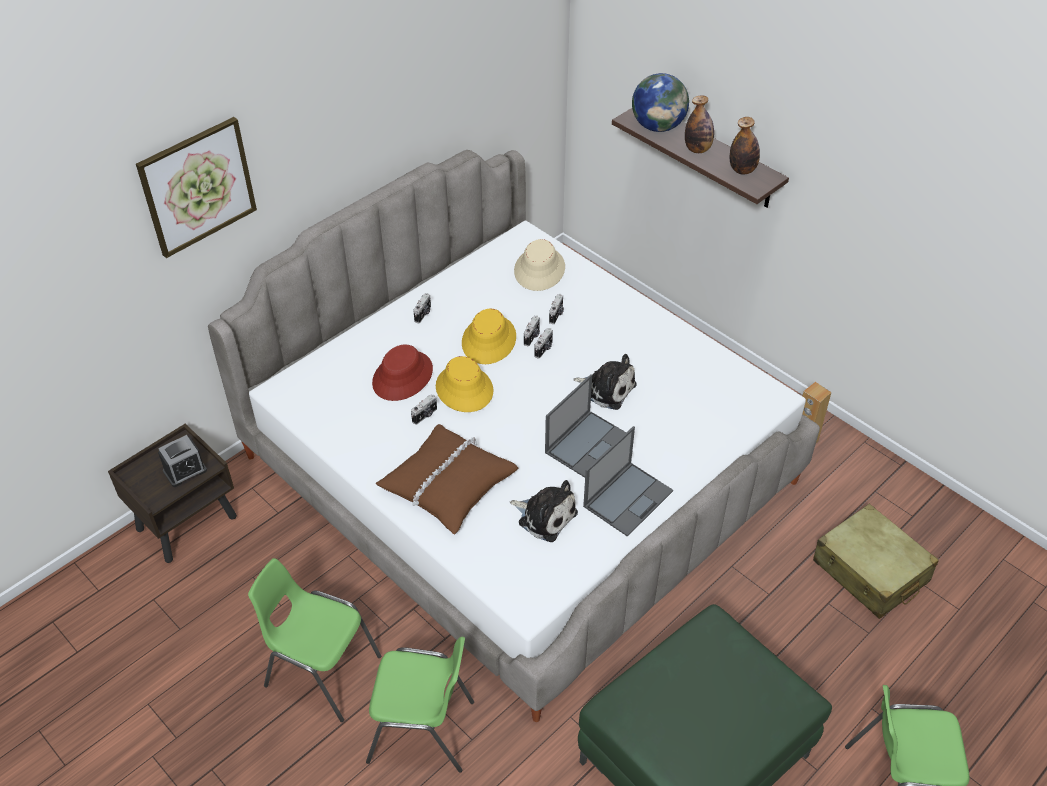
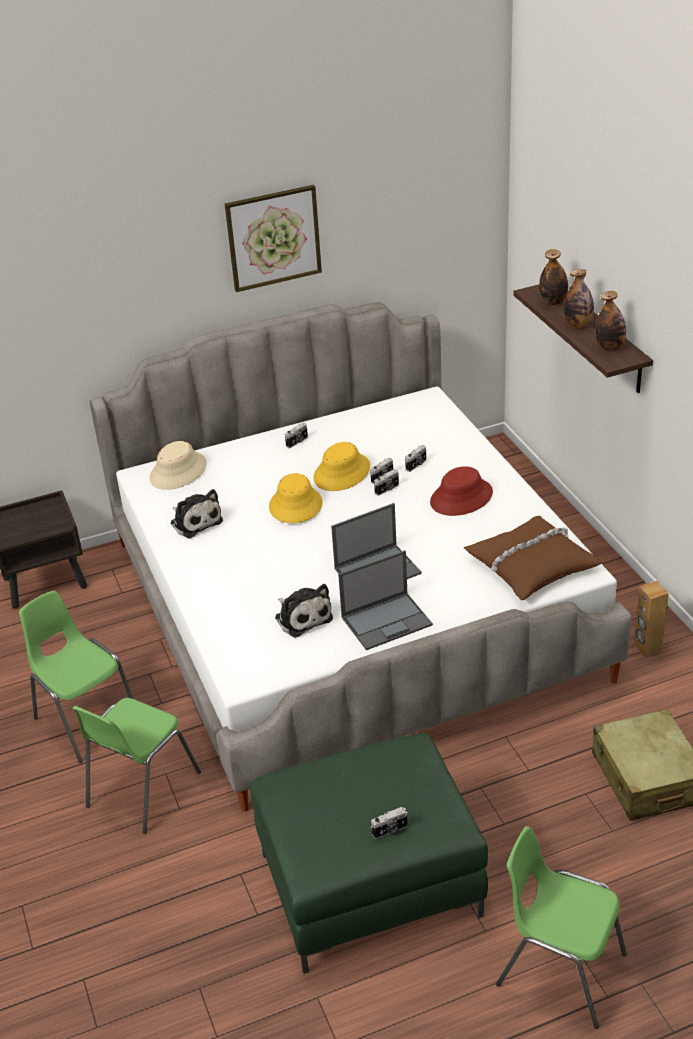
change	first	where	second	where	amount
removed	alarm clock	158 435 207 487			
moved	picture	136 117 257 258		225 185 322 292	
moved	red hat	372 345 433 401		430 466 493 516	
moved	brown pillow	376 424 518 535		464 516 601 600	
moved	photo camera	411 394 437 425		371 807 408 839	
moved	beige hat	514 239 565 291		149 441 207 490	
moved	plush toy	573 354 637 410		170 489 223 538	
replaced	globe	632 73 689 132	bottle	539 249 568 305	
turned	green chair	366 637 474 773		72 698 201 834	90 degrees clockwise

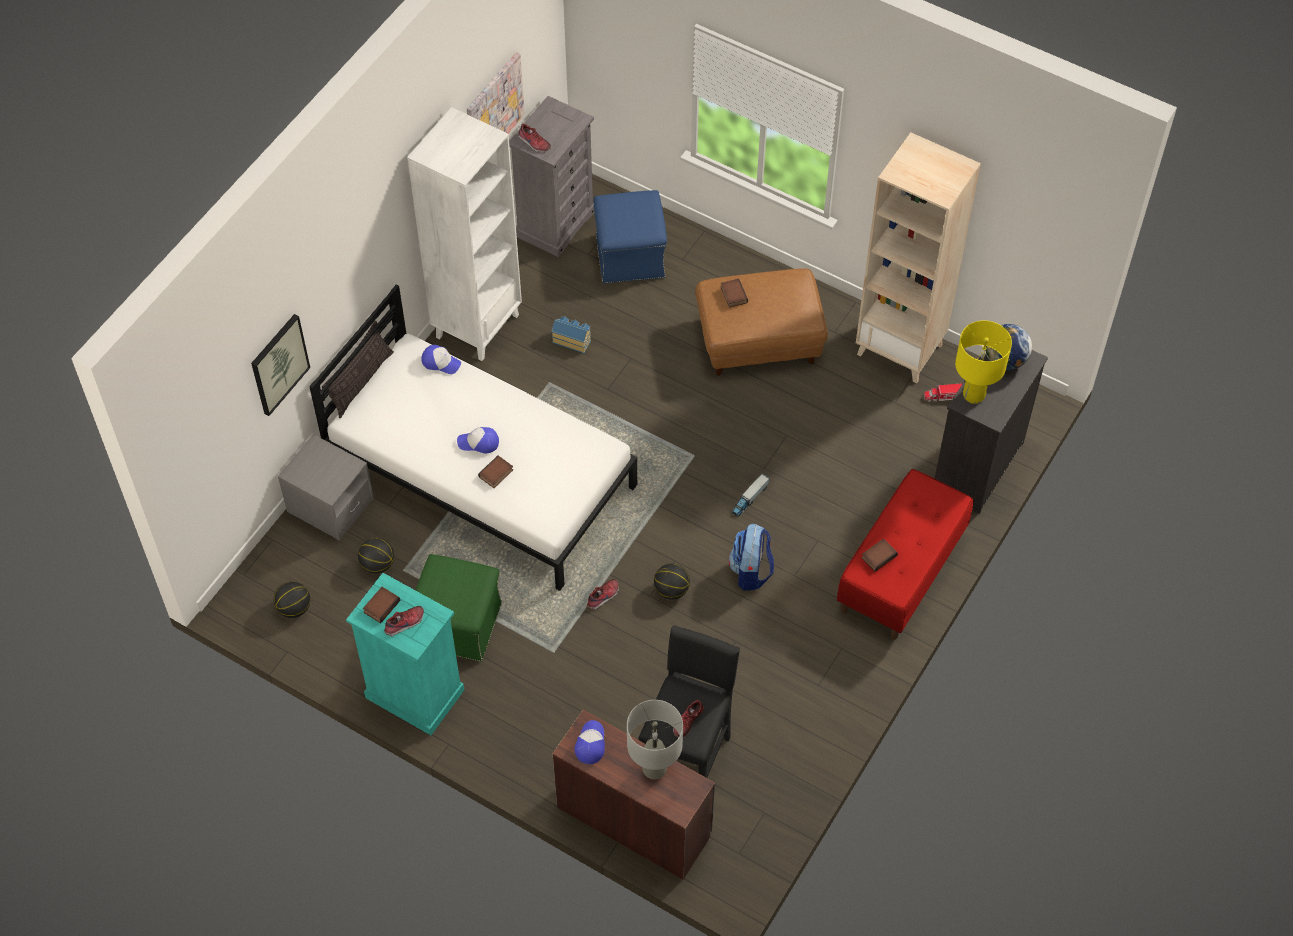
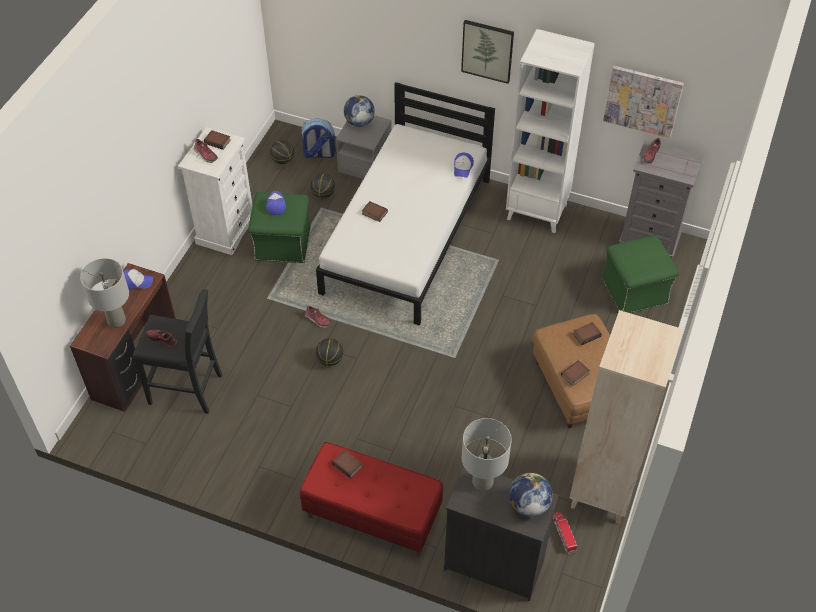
change	first	where	second	where	amount
removed	pillow	322 321 394 418			
removed	toy house	551 316 591 353			
removed	toy truck	731 474 770 517			
added			globe	344 95 375 127	
added			book	561 360 590 386	
moved	picture	251 314 310 416		461 20 514 84	
moved	cap	457 427 499 453		266 191 286 215	
moved	backpack	728 524 774 590		300 118 336 158	
recoloured	turquoise dresser	346 573 464 735	white dresser	178 127 253 255	
recoloured	blue ottoman	593 190 667 284	green ottoman	601 235 679 313	
recoloured	yellow table lamp	955 321 1012 404	grey table lamp	462 418 512 491	

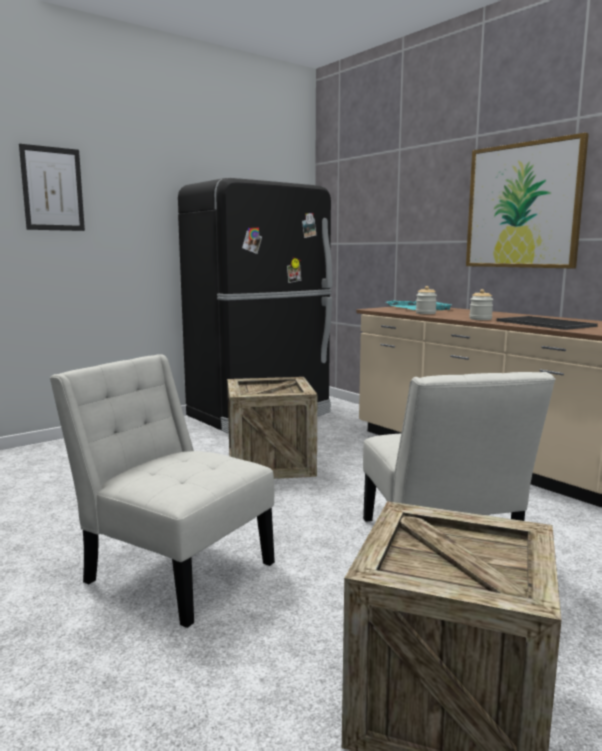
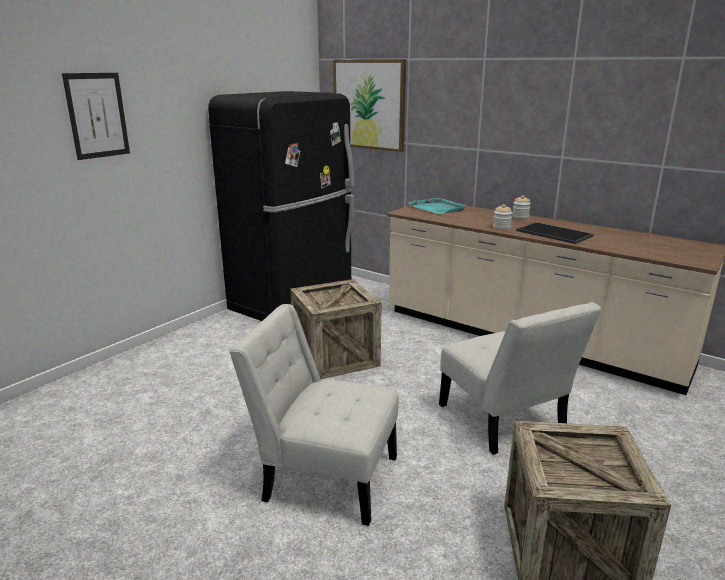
change	first	where	second	where	amount
moved	jar	416 286 437 314		512 195 531 220	
moved	picture	466 133 589 268		333 59 406 152	

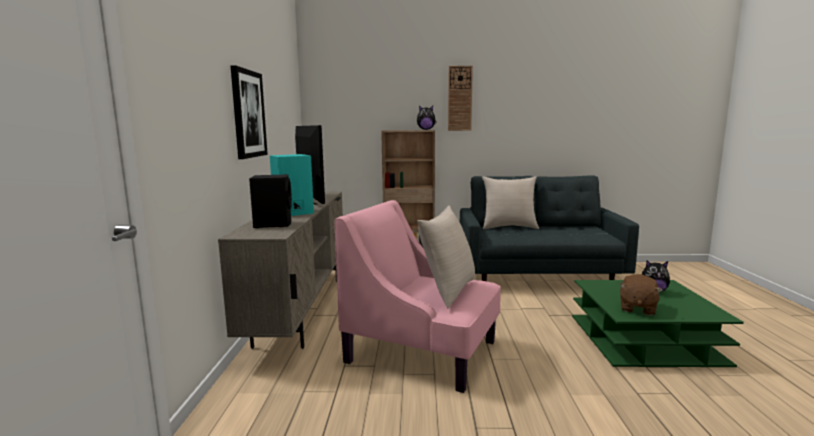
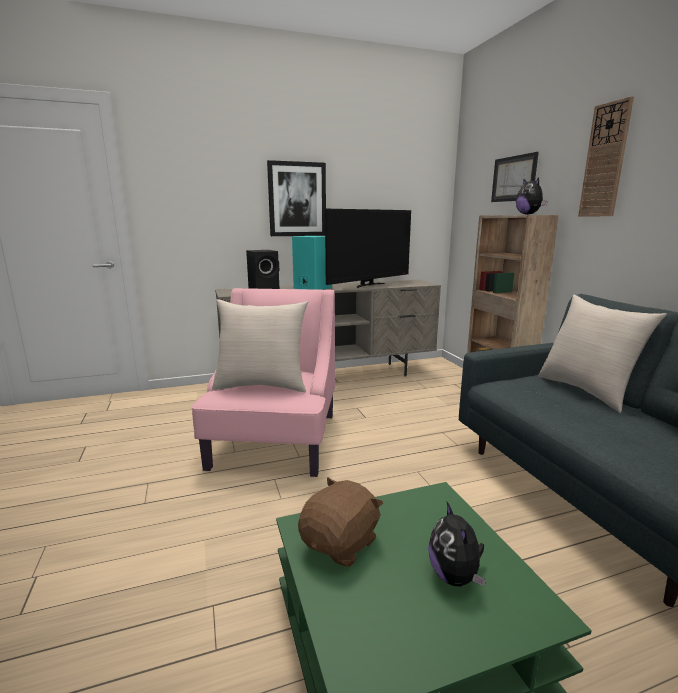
change	first	where	second	where	amount
added			picture	491 152 539 202	
turned	brown plush toy	619 274 663 316		298 478 384 567	120 degrees clockwise

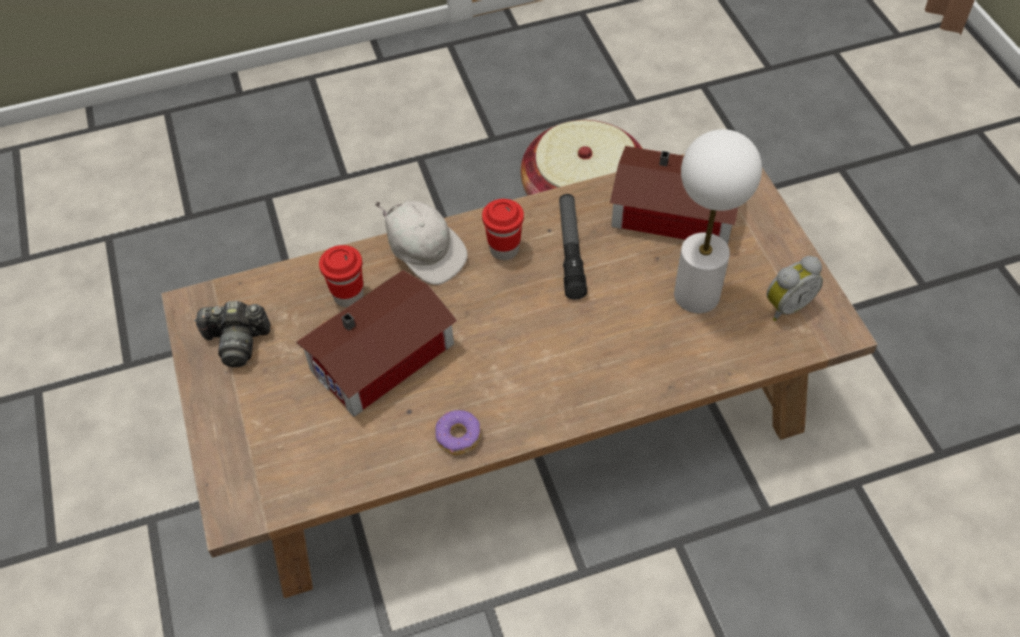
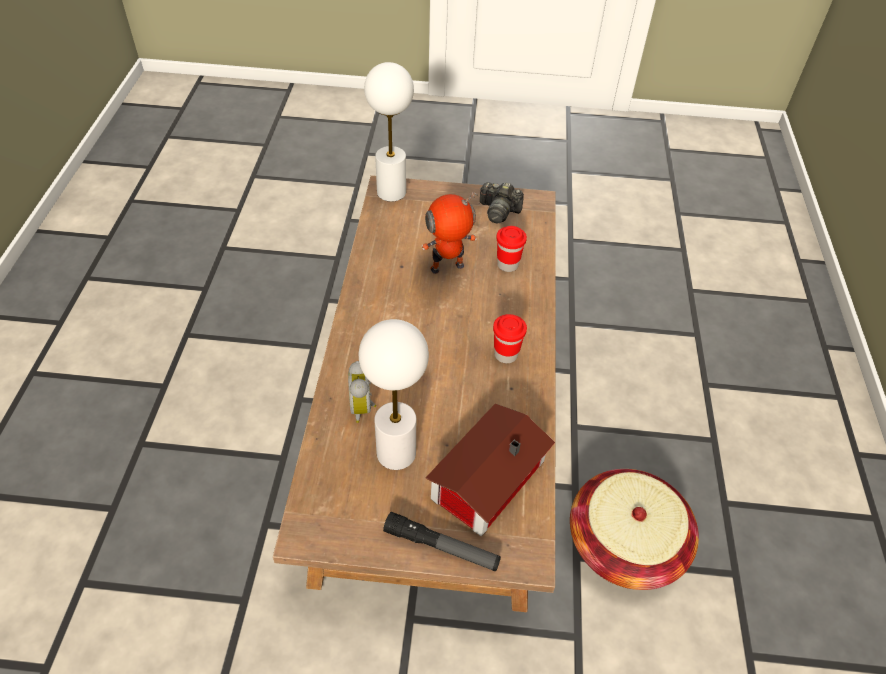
change	first	where	second	where	amount
removed	white cap	375 200 468 285			
removed	donut	435 410 481 455			
added			white table lamp	364 62 414 202	
moved	flashlight	559 194 587 300		383 512 501 571	
moved	alarm clock	767 256 823 321		348 361 376 423	
replaced	toy house	296 270 457 417	toy robot	422 192 478 274	
turned	photo camera	194 301 270 367		480 182 524 224	90 degrees counterclockwise

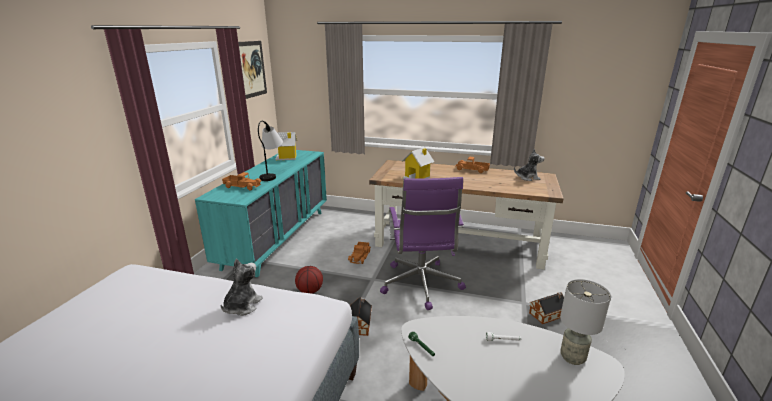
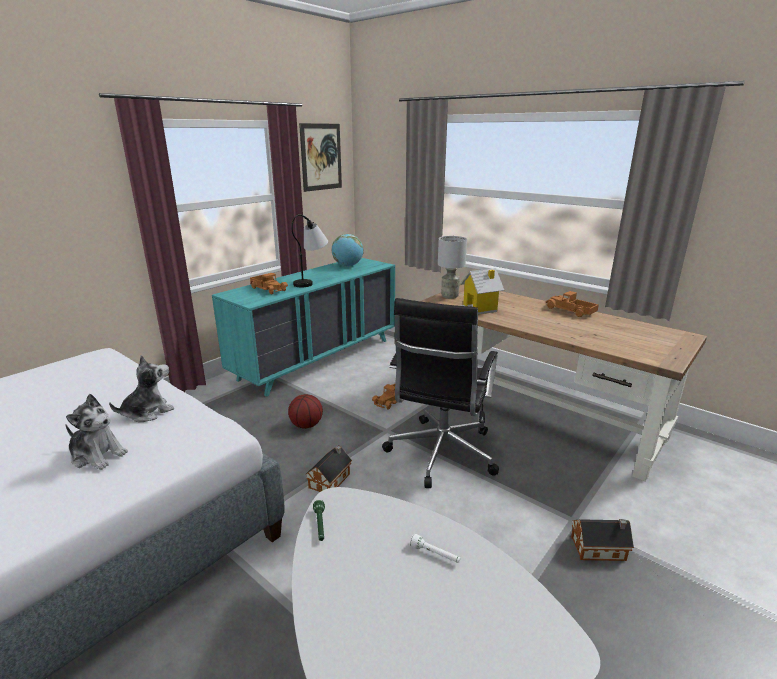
change	first	where	second	where	amount
moved	plush toy	514 149 545 181		65 394 128 470	
moved	grey table lamp	560 279 611 365		438 236 467 299	
replaced	toy house	276 132 297 160	globe	331 234 364 266	
recoloured	purple office chair	380 177 466 310	black office chair	382 298 499 488	

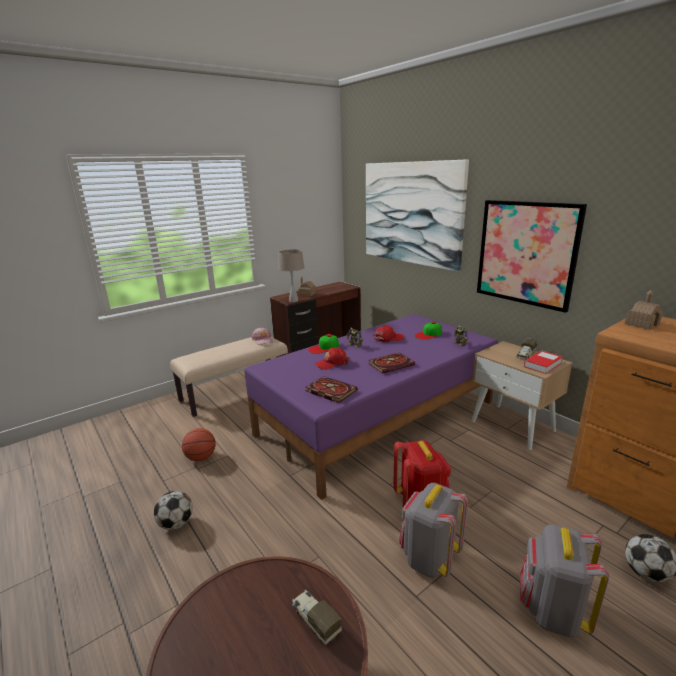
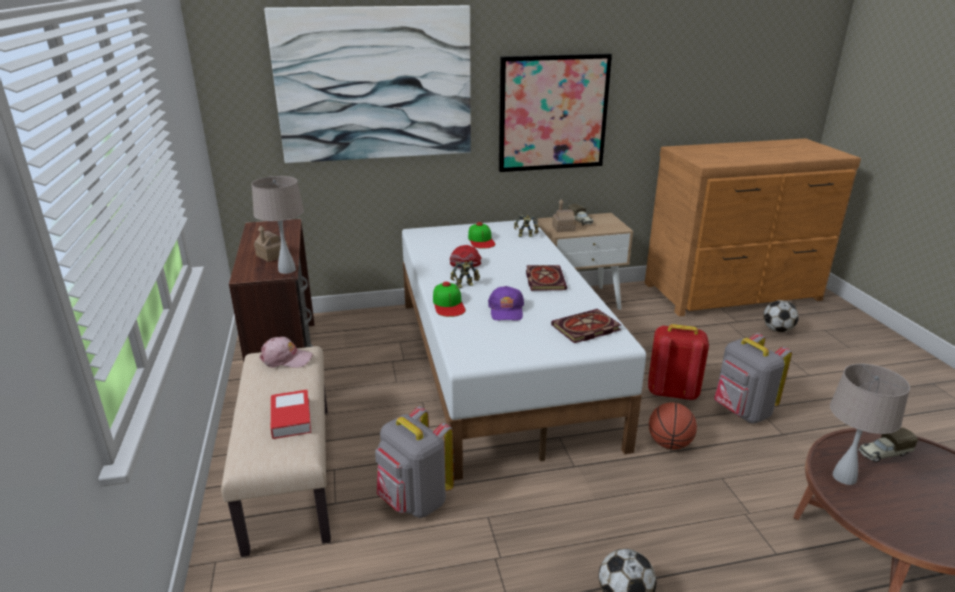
change	first	where	second	where	amount
added			beige table lamp	830 364 910 485	
moved	basketball	182 428 216 461		649 402 697 450	
moved	grey backpack	520 524 609 637		375 406 454 518	
moved	book	524 350 563 374		271 390 311 439	
moved	toy house	624 290 663 330		552 199 576 232	
recoloured	purple bed	245 314 498 500	white bed	402 220 646 480	
recoloured	red cap	315 347 349 370	purple cap	488 286 524 321	

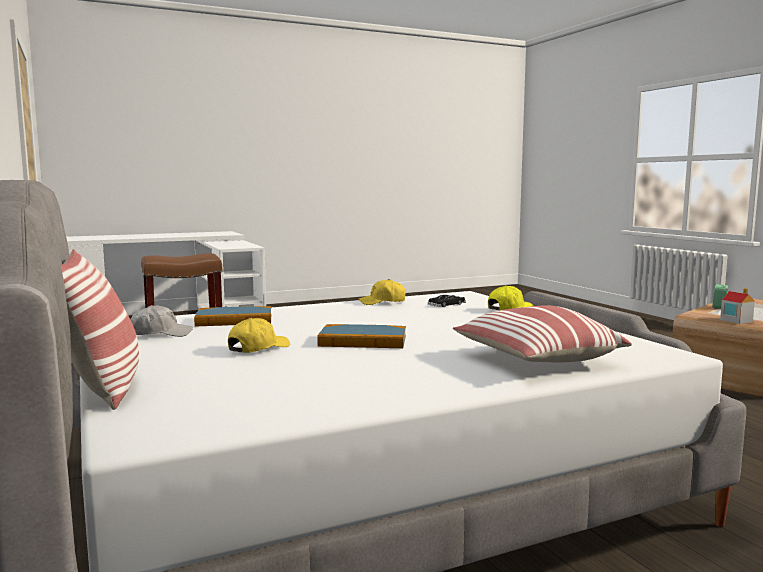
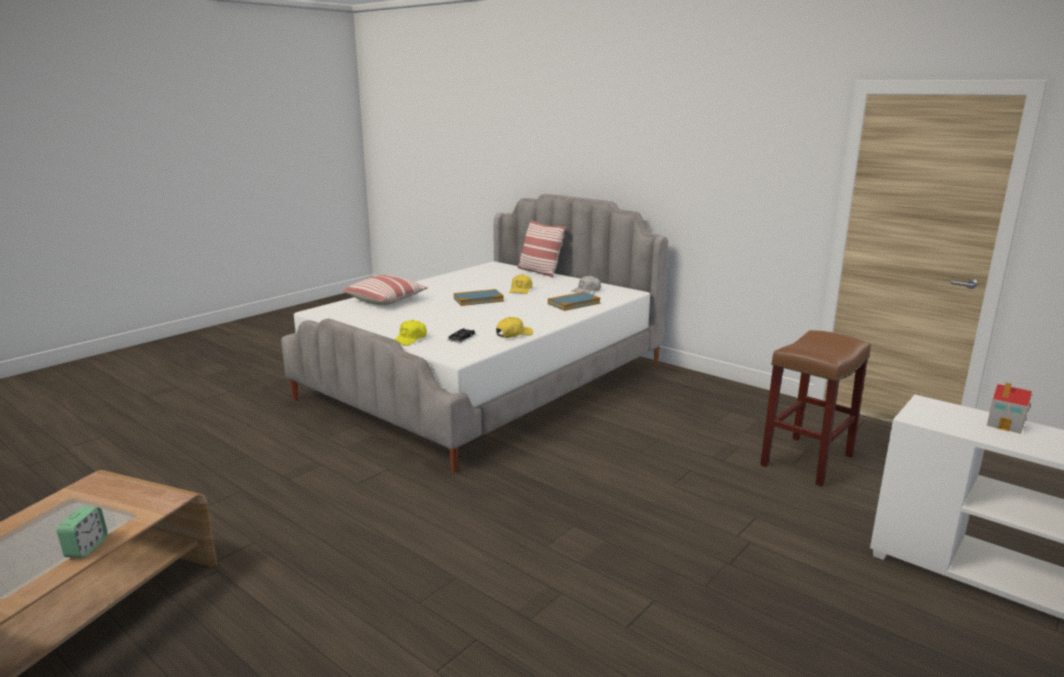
change	first	where	second	where	amount
moved	toy house	720 288 755 324		987 383 1032 434	

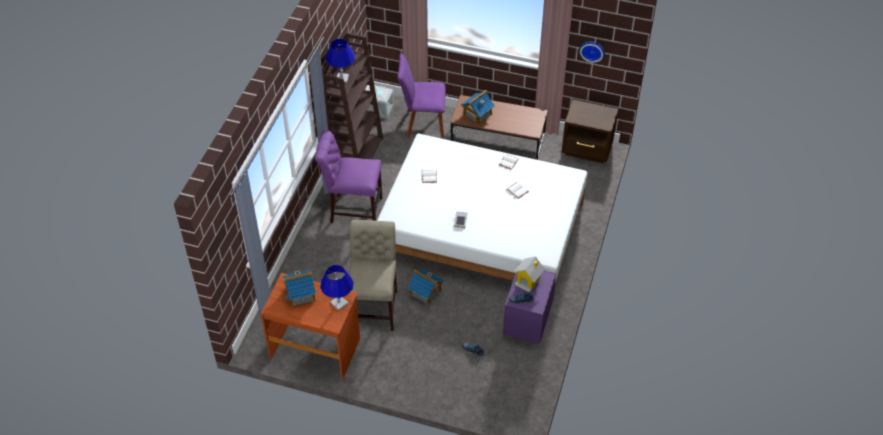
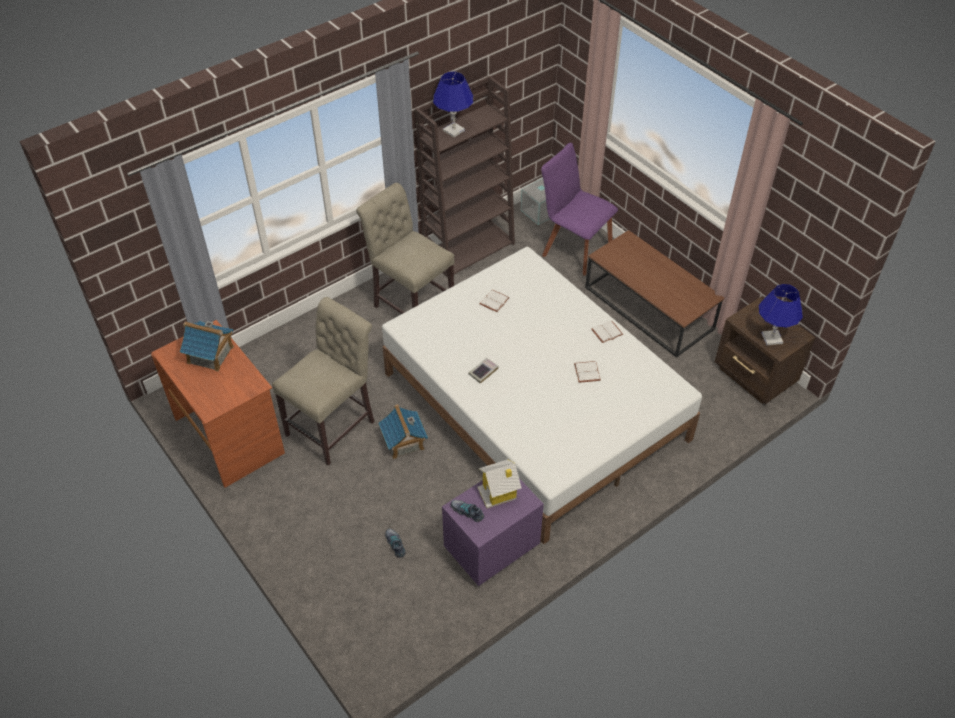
change	first	where	second	where	amount
removed	toy house	461 90 495 125			
removed	wall clock	579 42 605 63			
moved	blue table lamp	320 265 354 311		759 284 803 345	
recoloured	purple chair	315 129 382 223	beige chair	356 182 455 314	

